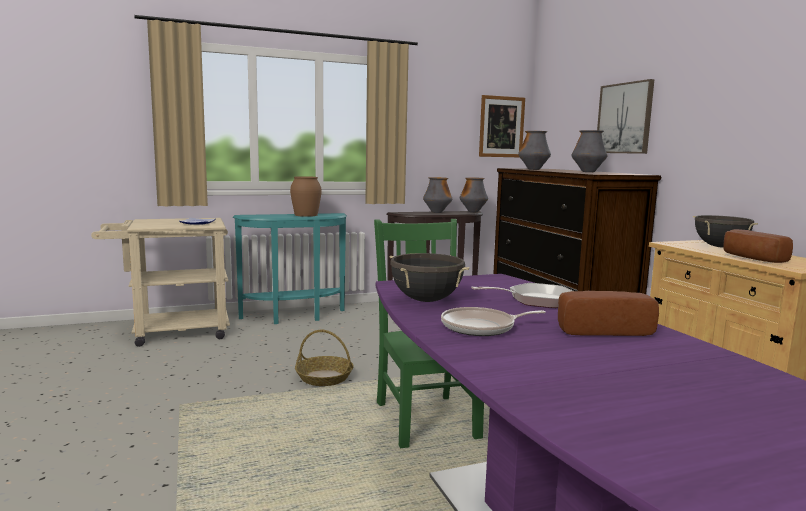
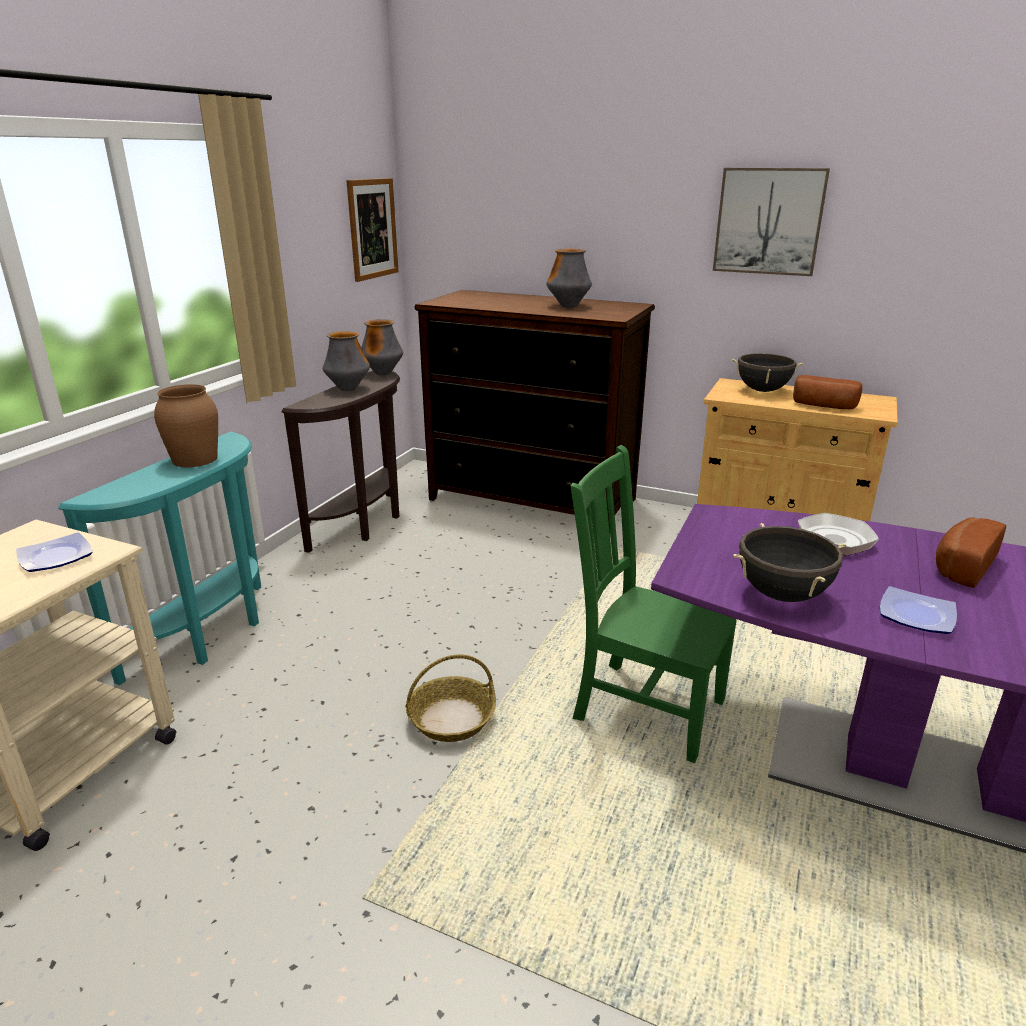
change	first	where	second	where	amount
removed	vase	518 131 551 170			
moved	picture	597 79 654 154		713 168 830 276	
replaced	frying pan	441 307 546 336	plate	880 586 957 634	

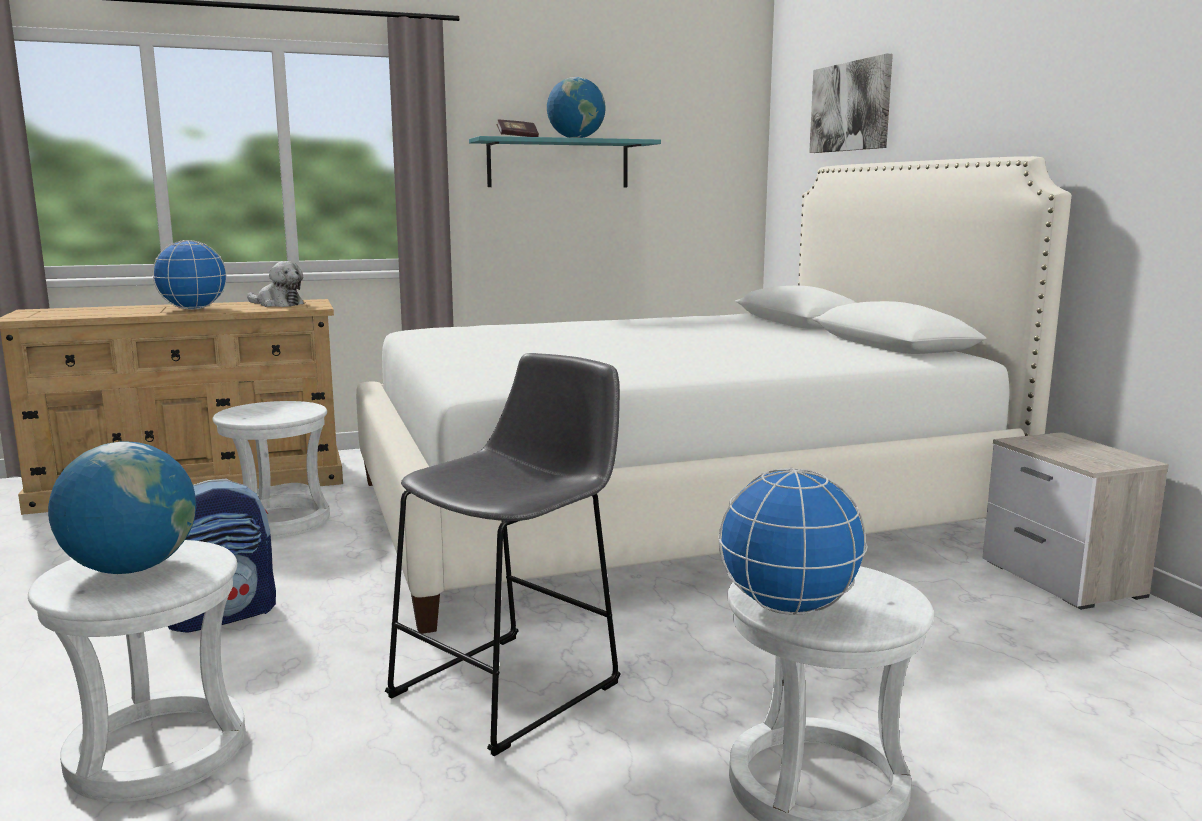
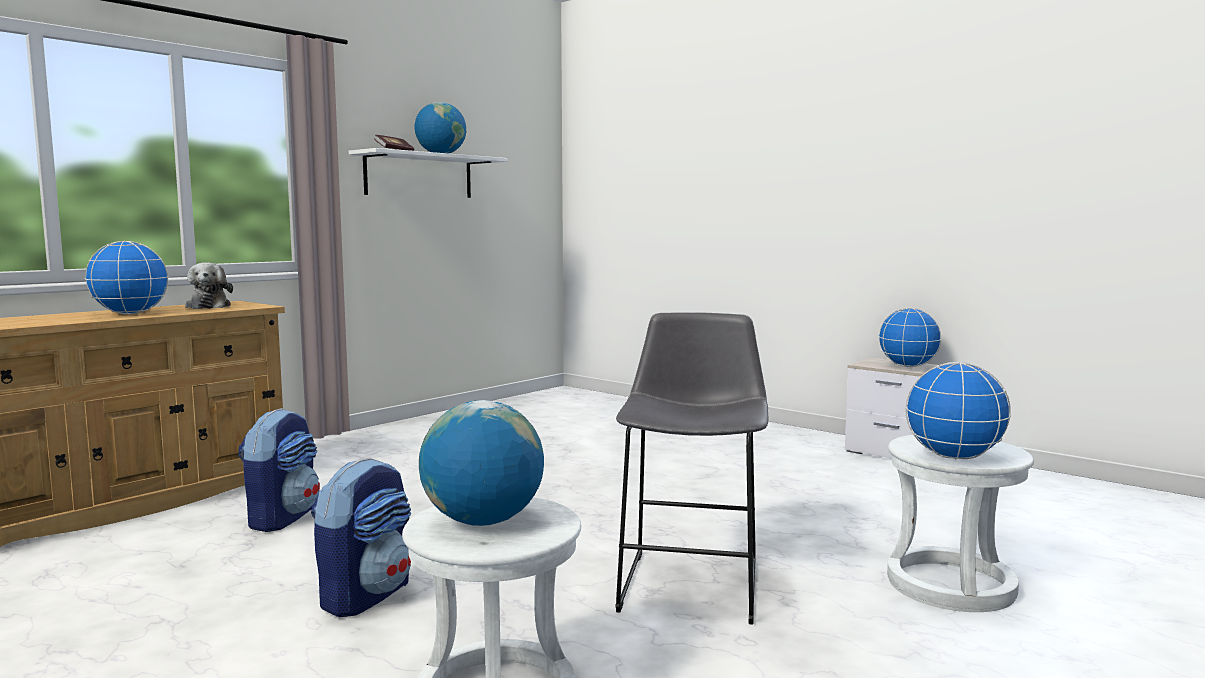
change	first	where	second	where	amount
removed	white bed	356 156 1071 634			
removed	picture	809 54 893 153			
added			globe	878 308 942 367	
replaced	white stool	213 401 330 538	backpack	238 408 320 532	
recoloured	turquoise shelf	469 136 661 187	white shelf	349 148 508 198	
turned	plush toy	247 261 304 307		185 262 233 309	75 degrees clockwise

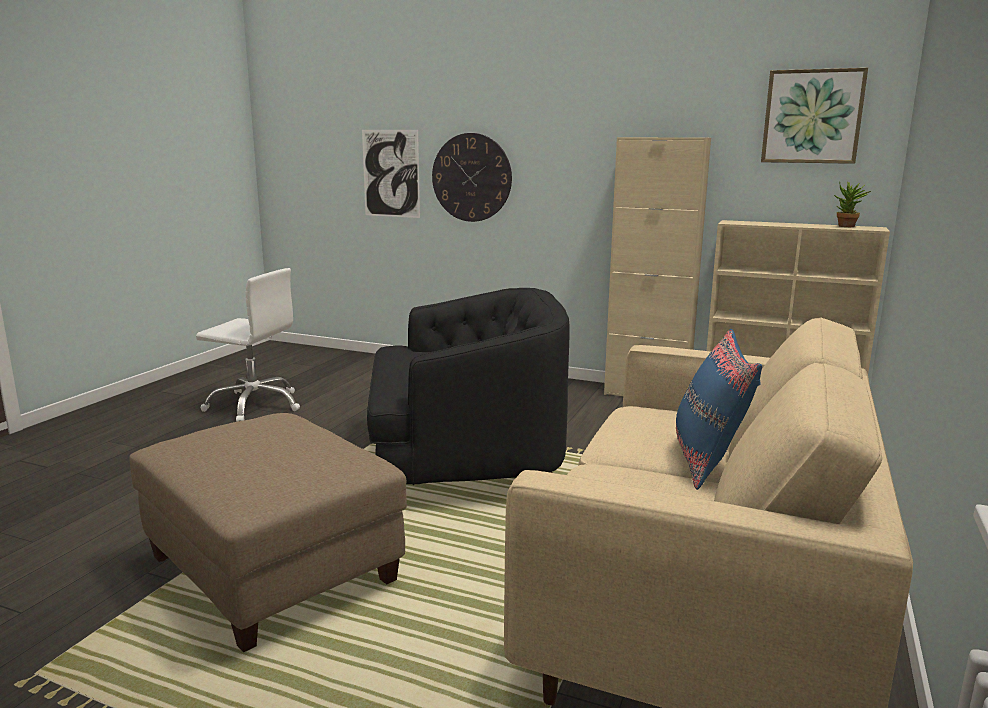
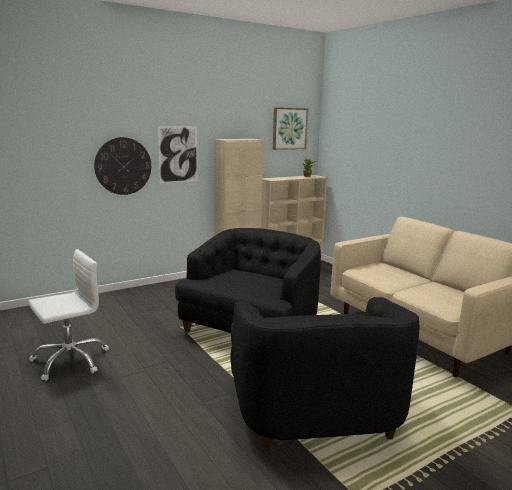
change	first	where	second	where	amount
removed	blue pillow	676 329 762 490			
moved	picture	362 130 420 218		158 126 198 183	
replaced	beige ottoman	129 413 407 652	black armchair	230 297 420 450	

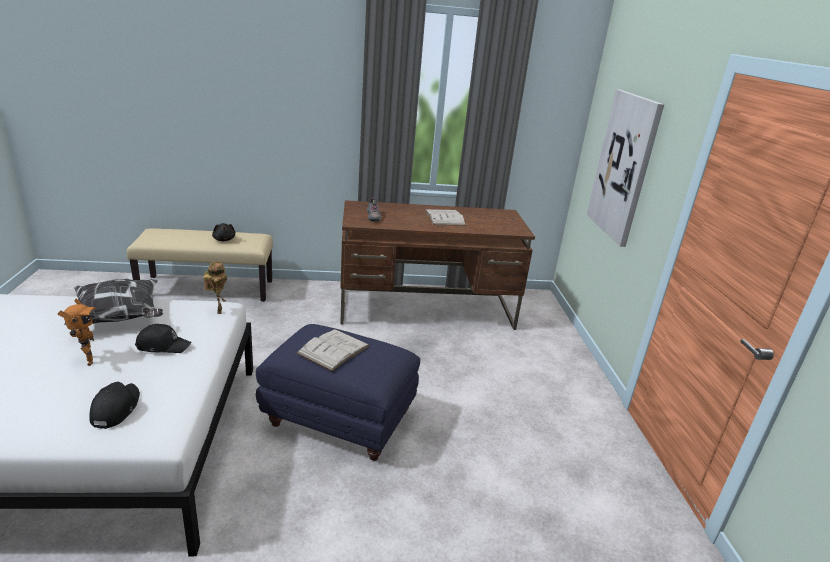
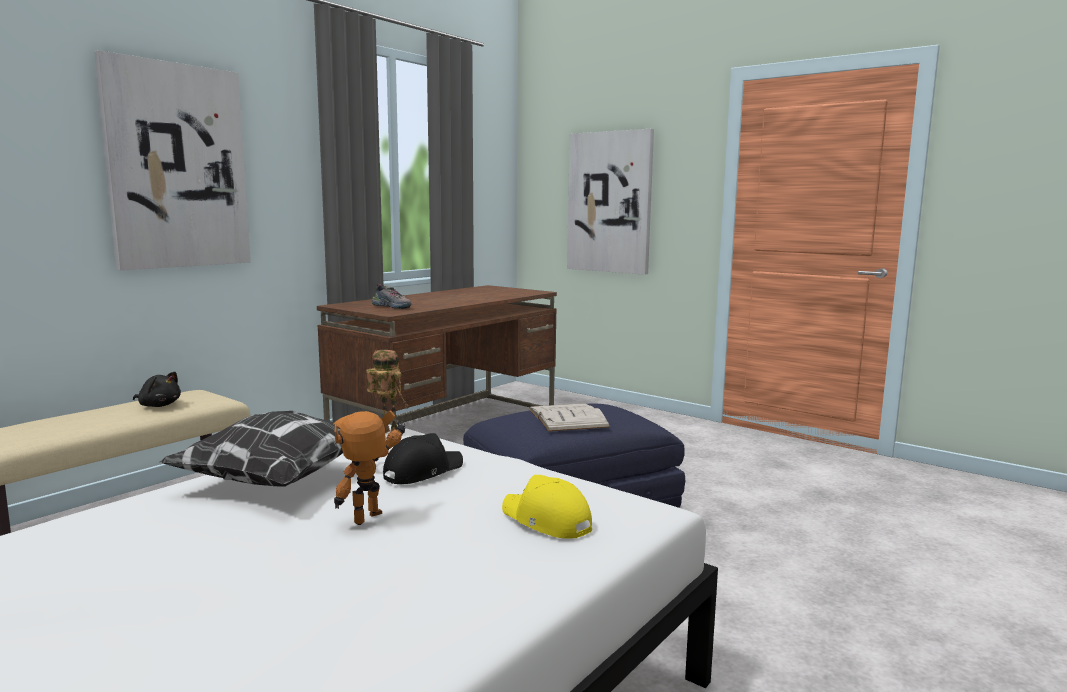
change	first	where	second	where	amount
removed	white book	425 209 466 226			
added			picture	94 50 251 270	
recoloured	black cap	89 382 140 429	yellow cap	502 475 592 539	
turned	toy robot	58 299 96 366		333 411 406 525	75 degrees counterclockwise

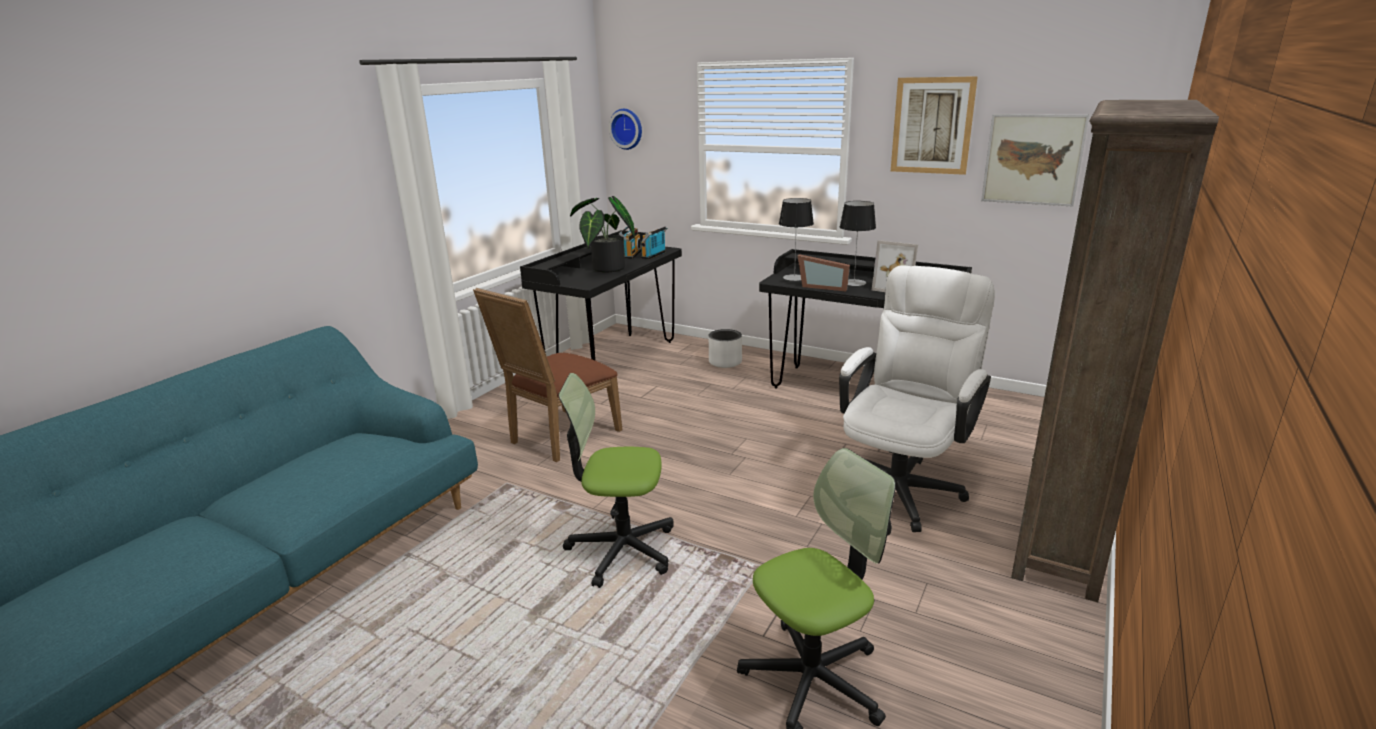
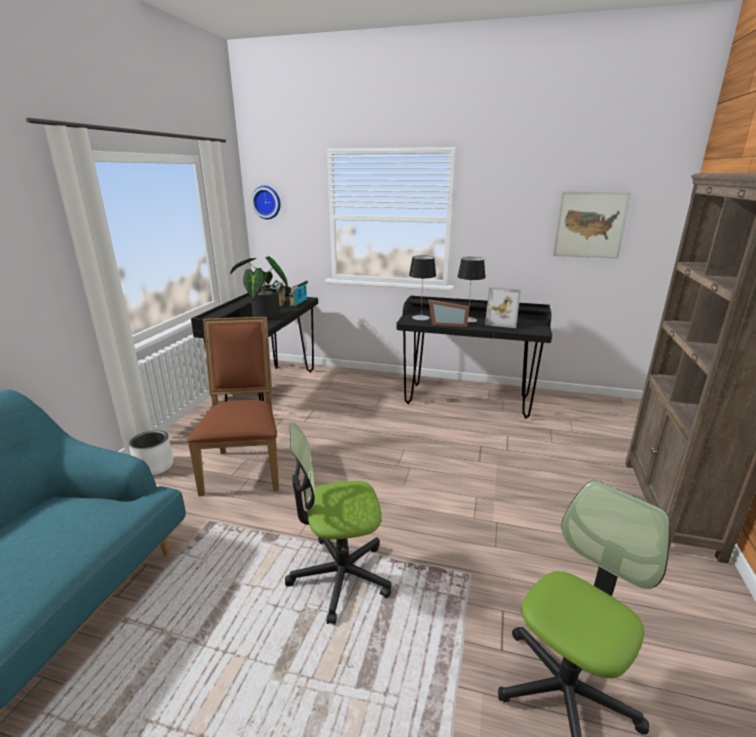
change	first	where	second	where	amount
removed	white office chair	839 265 995 532			
removed	picture	891 76 978 175			
moved	white planter	709 329 742 368		129 430 174 476	
turned	brown chair	473 288 622 462		187 317 279 497	150 degrees clockwise

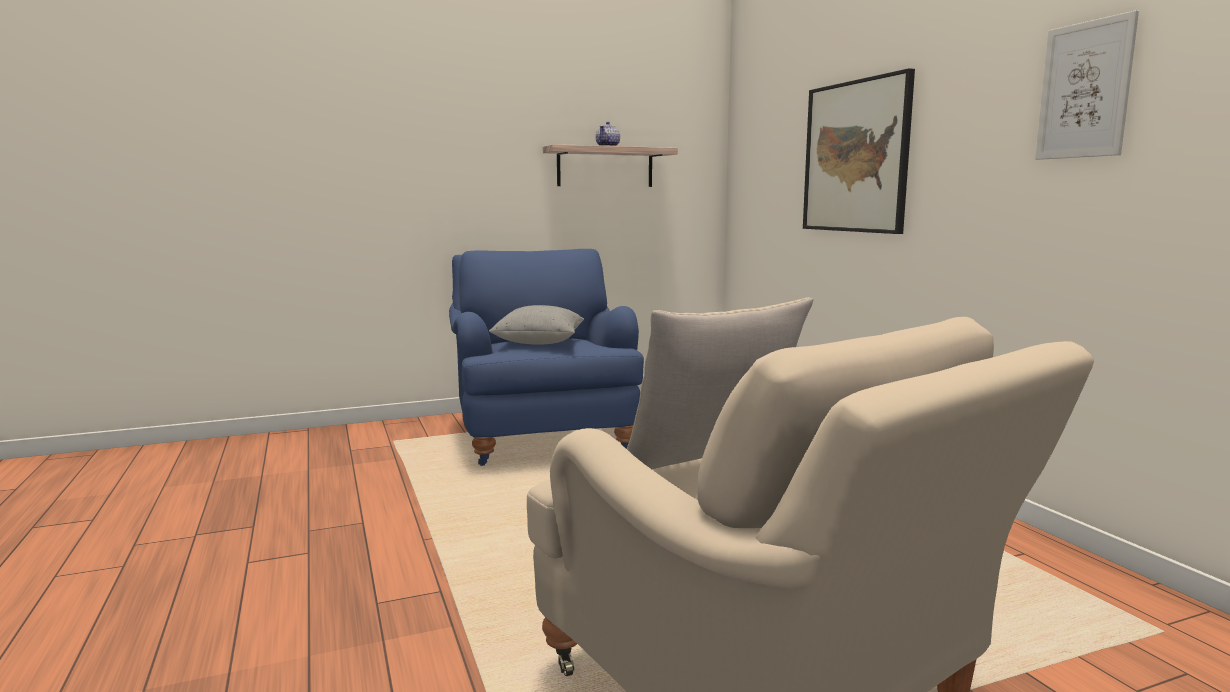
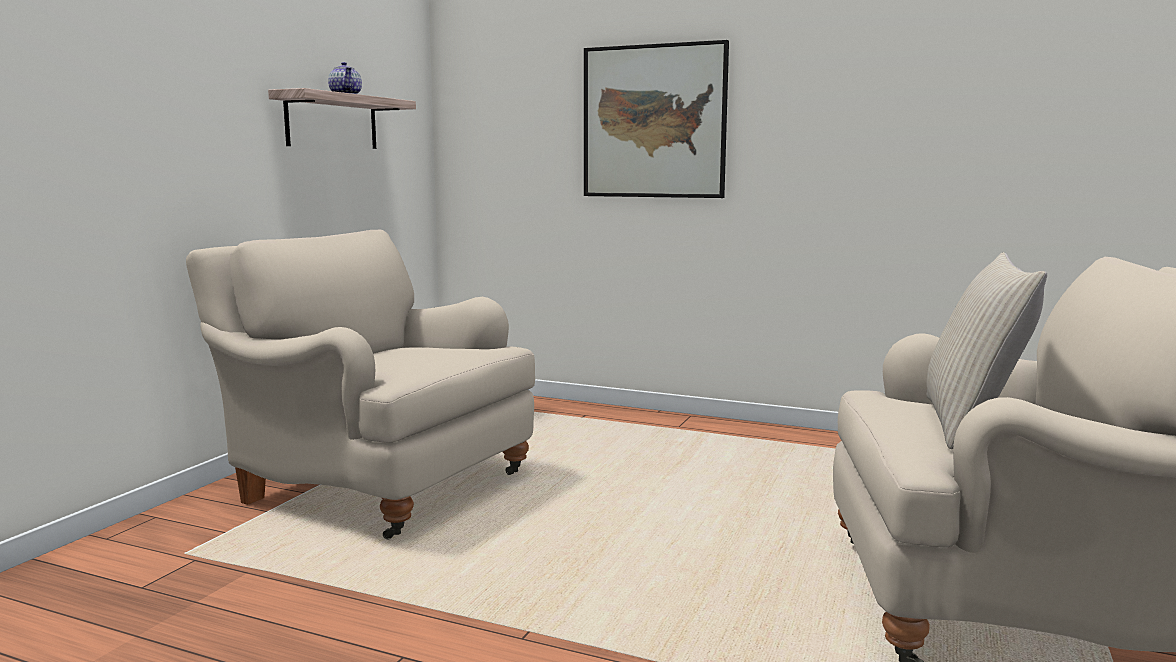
change	first	where	second	where	amount
removed	grey pillow	489 305 584 345			
removed	picture	1035 10 1139 160			
recoloured	blue armchair	449 249 644 466	beige armchair	186 230 535 539	

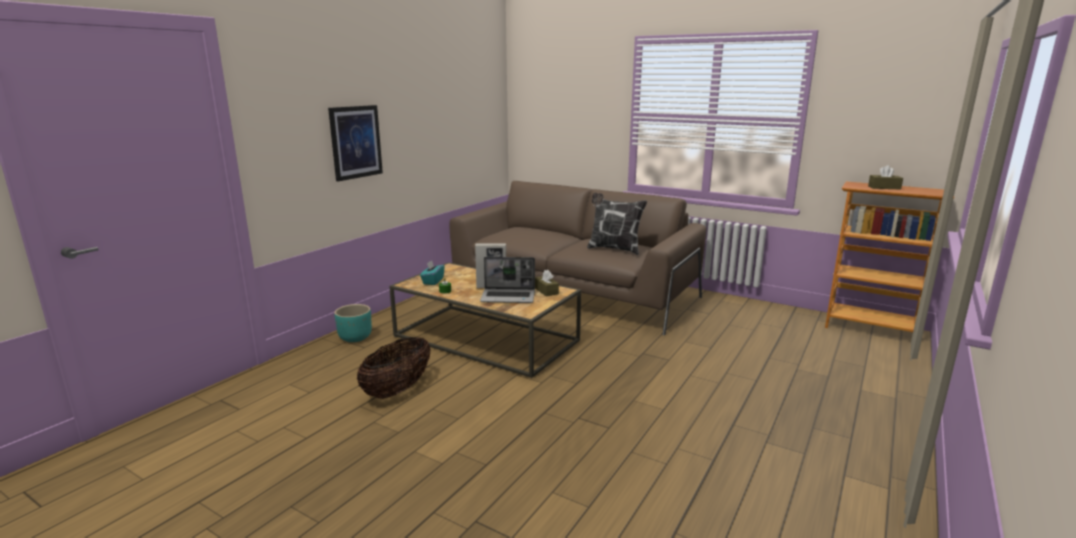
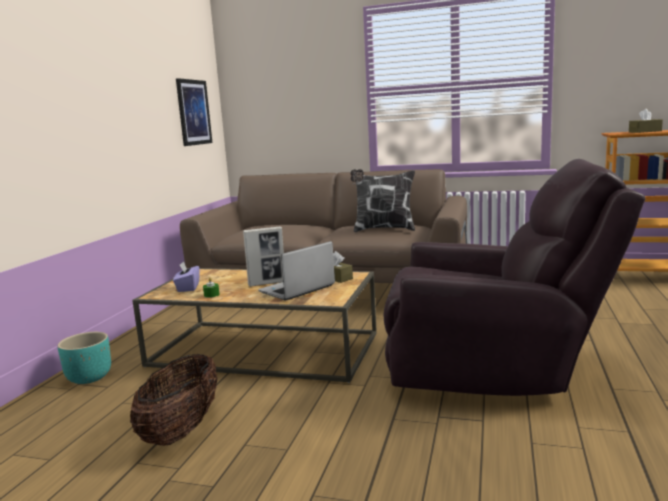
change	first	where	second	where	amount
added			brown armchair	384 159 646 396	
moved	picture	328 105 383 181		176 78 213 146	
recoloured	turquoise tissue box	420 260 445 285	purple tissue box	173 261 200 292	
turned	laptop	480 257 535 303		258 241 335 300	150 degrees clockwise

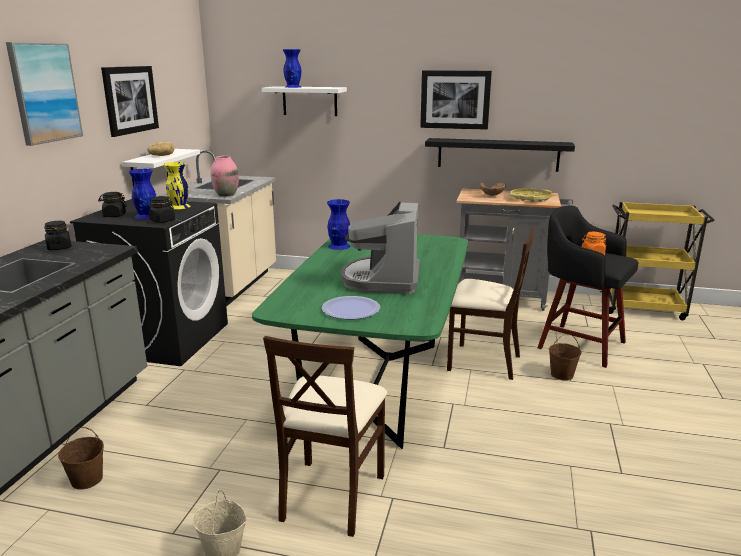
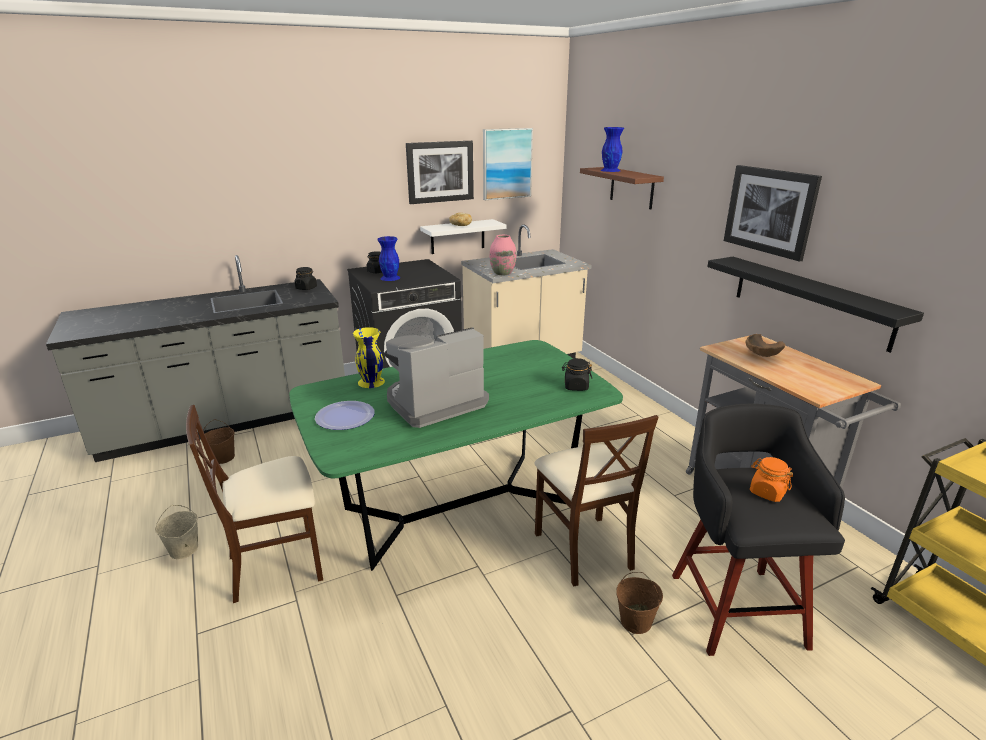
change	first	where	second	where	amount
removed	blue vase	327 199 351 250			
removed	yellow tray	509 188 552 202			
moved	picture	6 42 83 146		483 128 533 200	
moved	black jar	147 196 175 223		562 358 592 391	
moved	yellow vase	163 162 190 209		353 327 385 388	
recoloured	white shelf	262 86 347 116	brown shelf	580 167 664 210	

